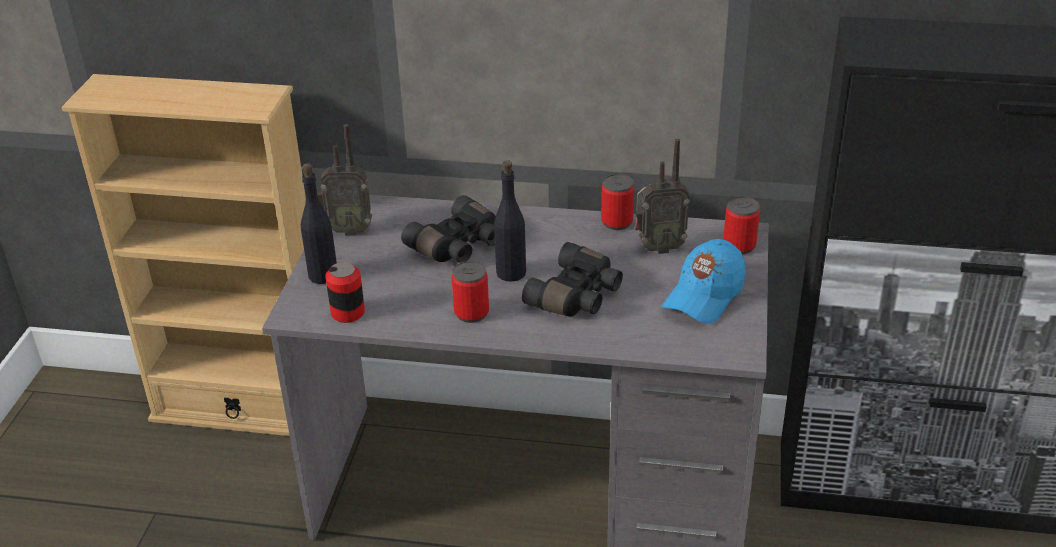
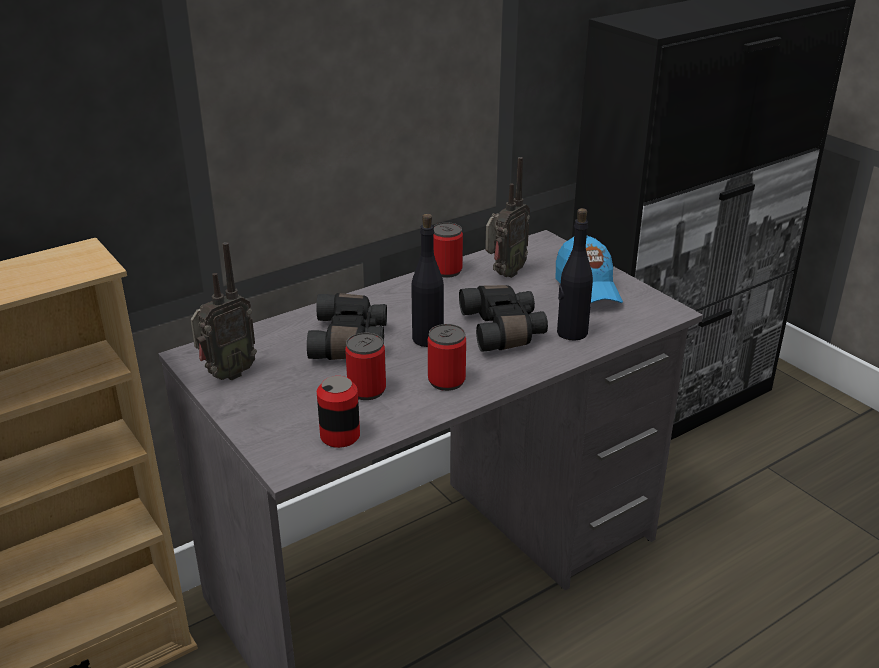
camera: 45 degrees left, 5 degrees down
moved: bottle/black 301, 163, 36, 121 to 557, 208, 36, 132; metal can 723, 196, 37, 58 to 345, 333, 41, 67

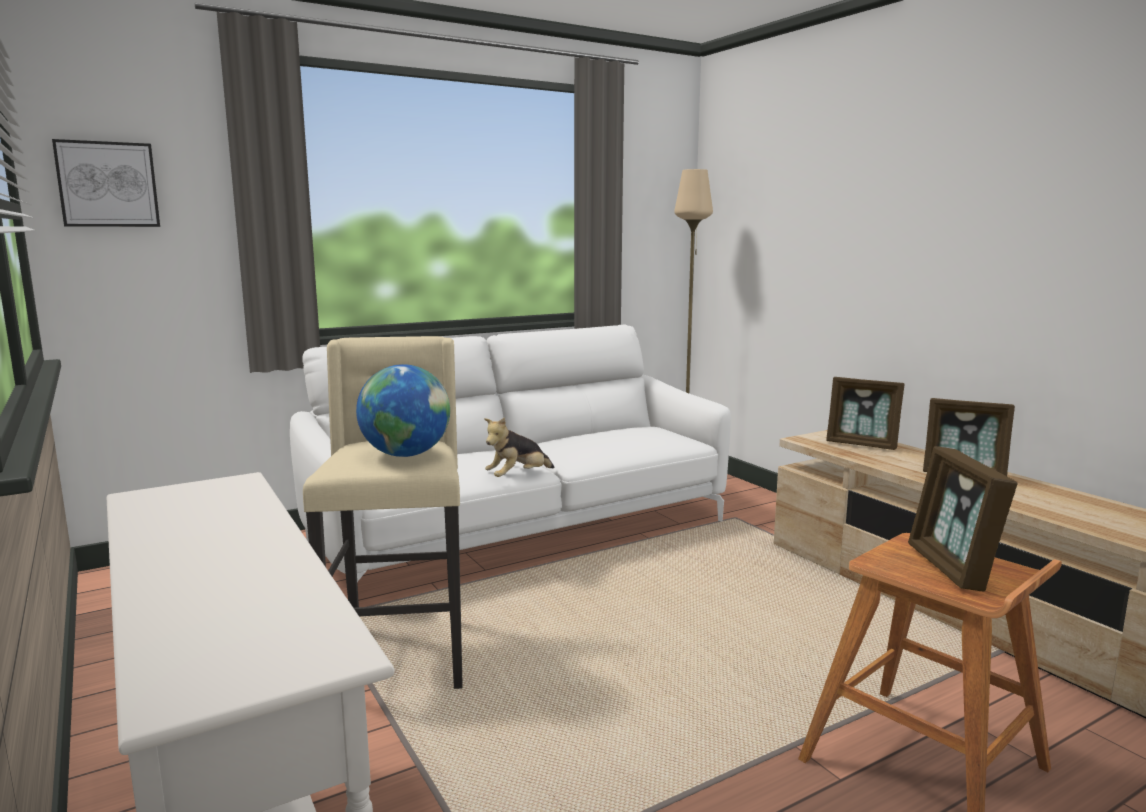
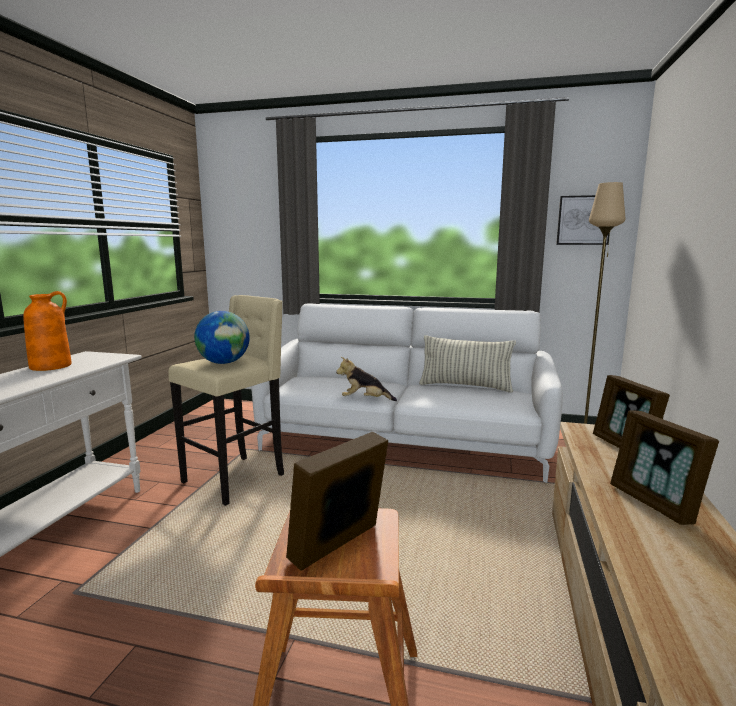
camera: 45 degrees right, 0 degrees up
added: decorative vase/orangey 23, 291, 49, 80; cushion 419, 335, 97, 57
moved: picture 52, 139, 108, 88 to 556, 195, 54, 50

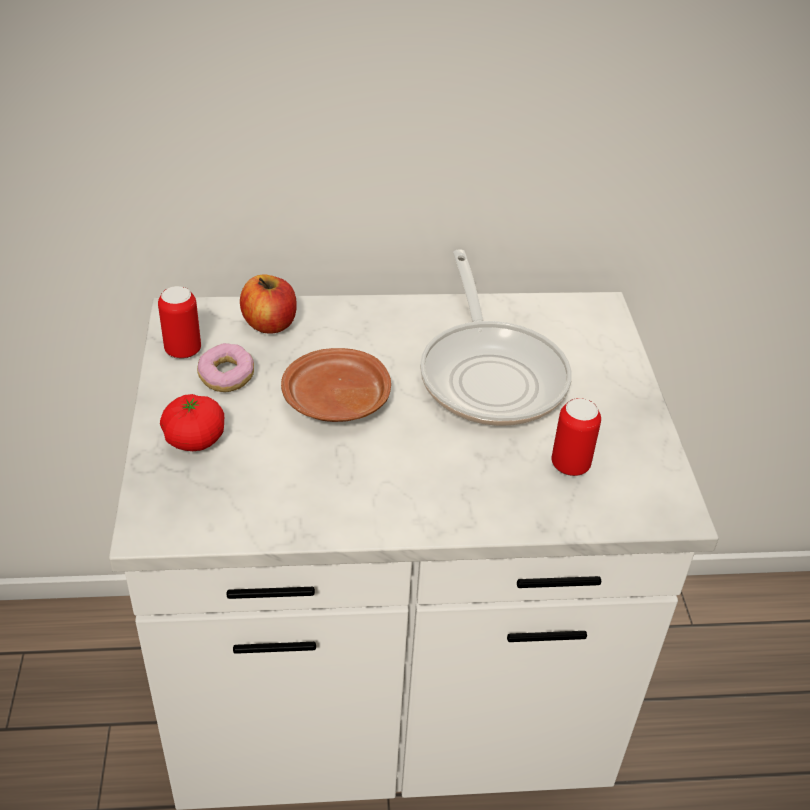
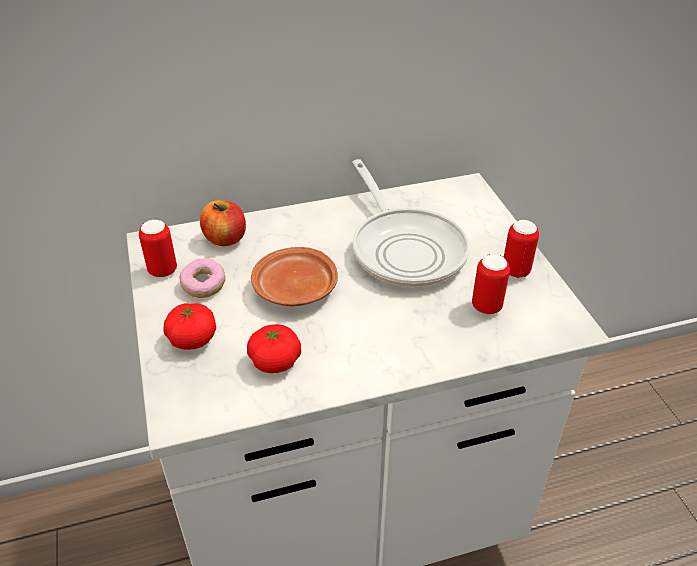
camera: 10 degrees left, 0 degrees up
added: metal can 504, 220, 35, 58; whole tomato 247, 324, 54, 49

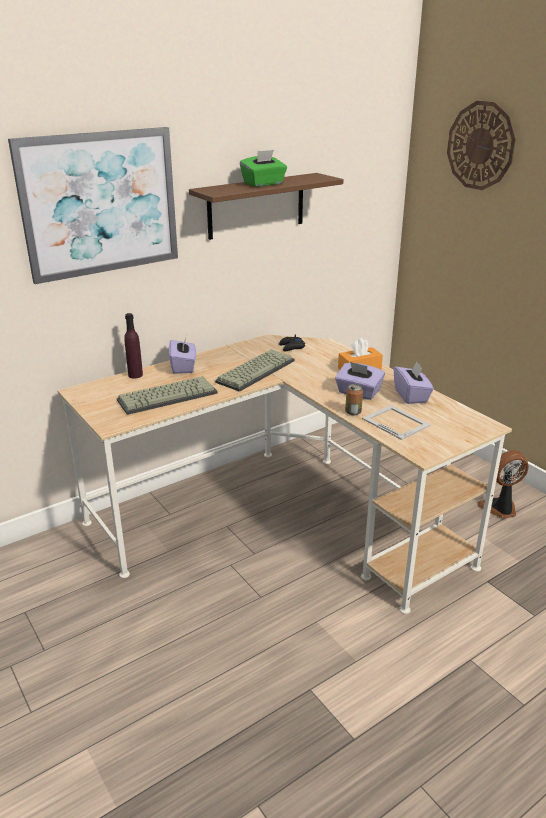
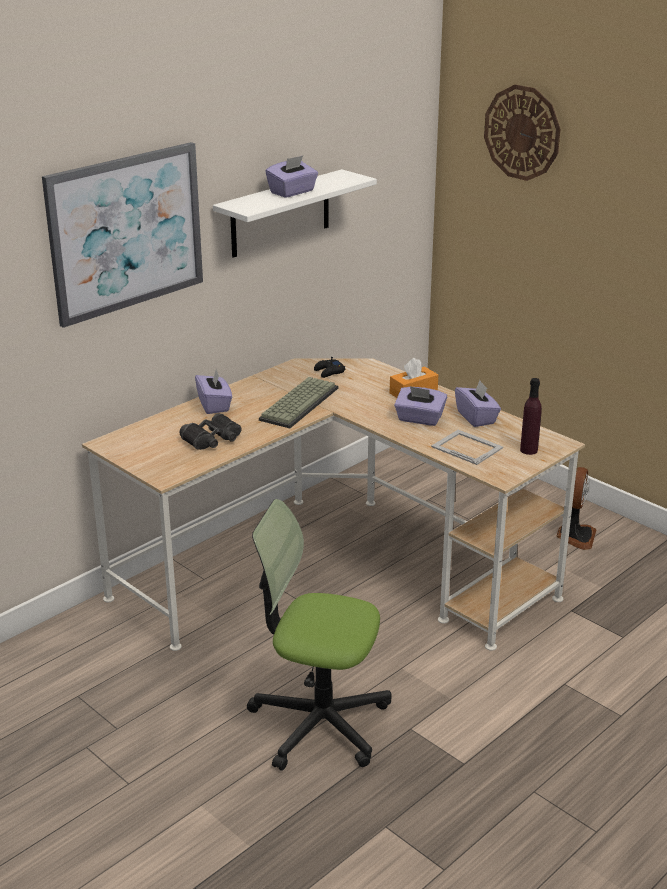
camera: 10 degrees left, 0 degrees up
removed: metal can 345, 384, 18, 31
added: desk chair 247, 499, 145, 272
moved: bottle/purple-coloured 124, 313, 19, 65 to 520, 378, 22, 77
replaced: PC keyboard 117, 376, 101, 39 to pair of binoculars/black 179, 414, 63, 36
recoloured: tissue holder/green-coloured 240, 150, 47, 37 to tissue holder/purple-coloured 265, 156, 53, 42; shelf/brown 189, 173, 154, 67 to shelf/whitish 213, 169, 164, 89
turned: fan 477, 451, 52, 68 = 556, 467, 40, 83 135 degrees clockwise

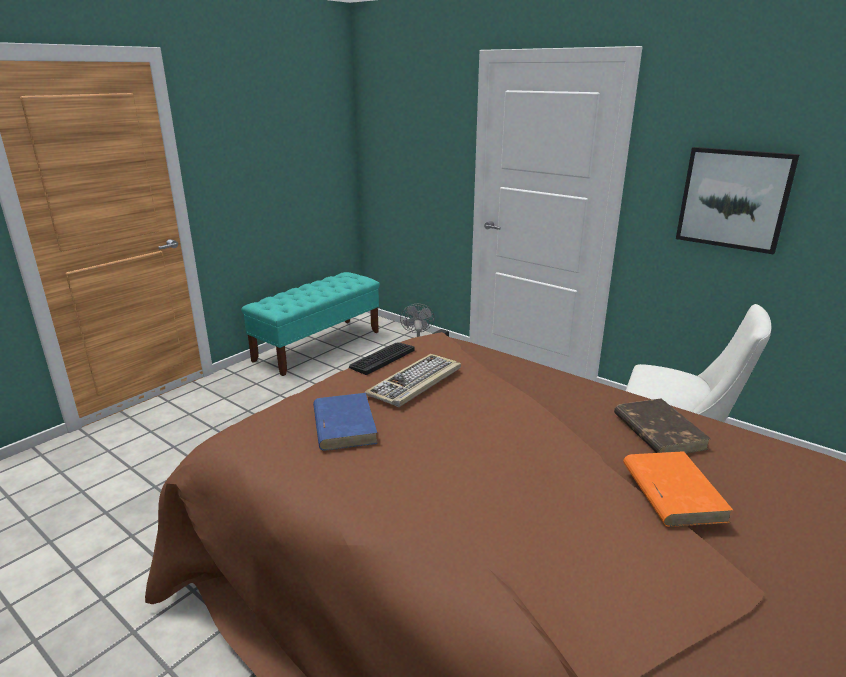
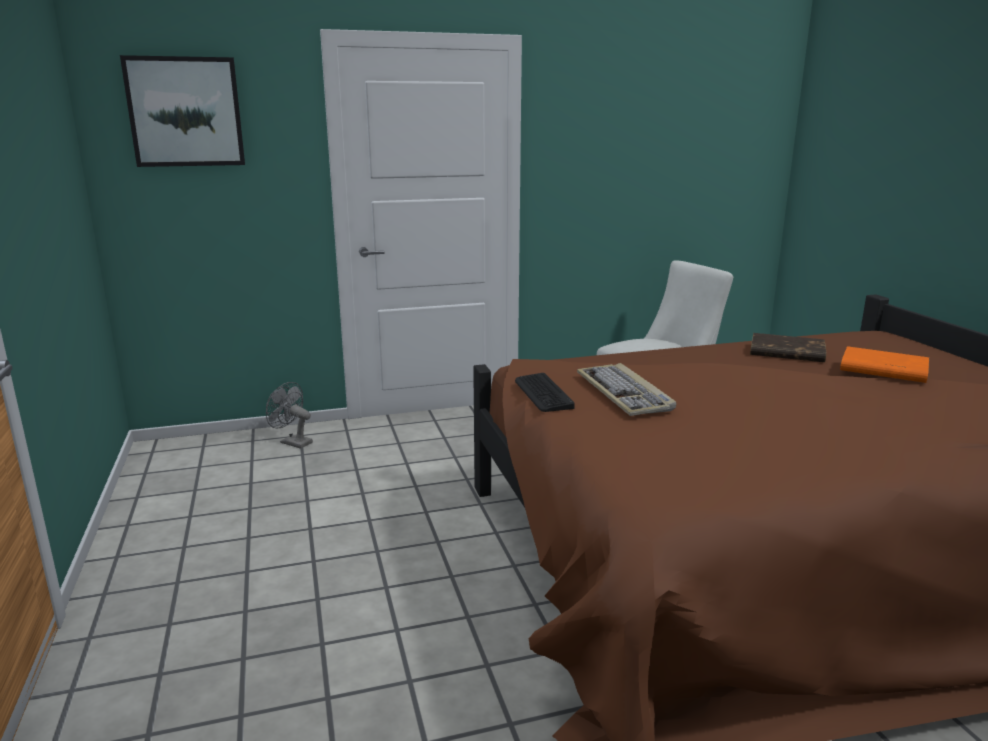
camera: 55 degrees left, 5 degrees down
removed: long seat/turquoise 241, 272, 139, 104; book/blue 313, 393, 65, 58
moved: picture 676, 147, 124, 107 to 120, 55, 125, 112

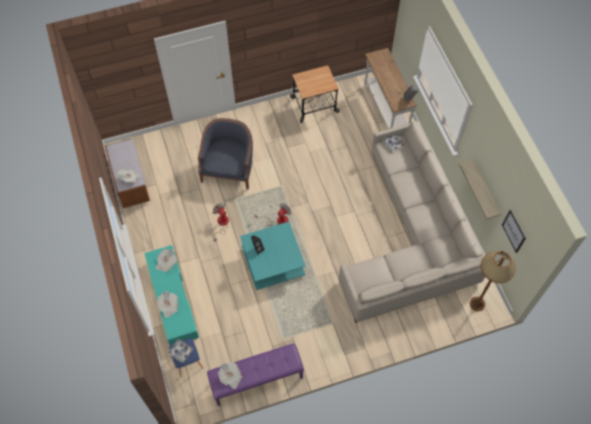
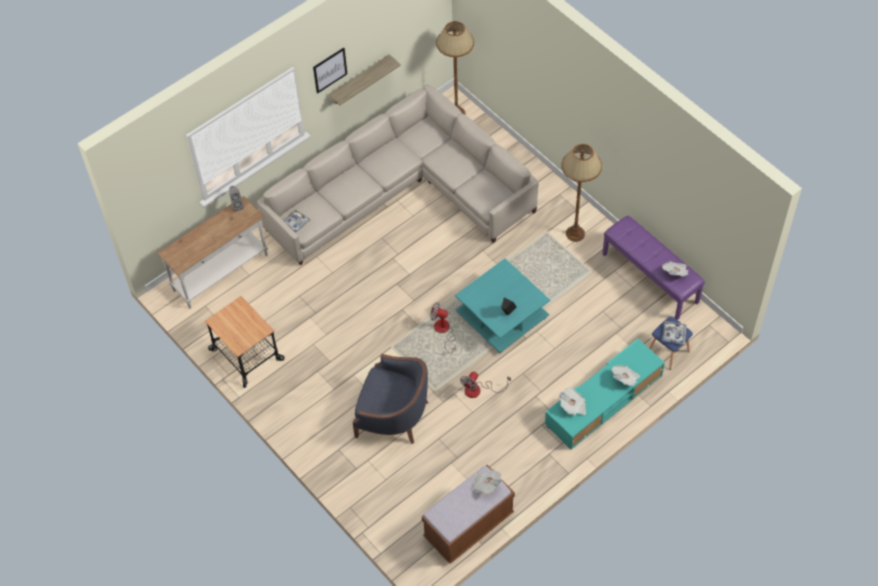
camera: 110 degrees left, 5 degrees down
added: standing lamp/brown 562, 144, 40, 98
moved: picture 502, 210, 24, 43 to 313, 48, 34, 46
turned: armchair/blue 198, 118, 55, 72 = 353, 354, 75, 90 150 degrees counterclockwise

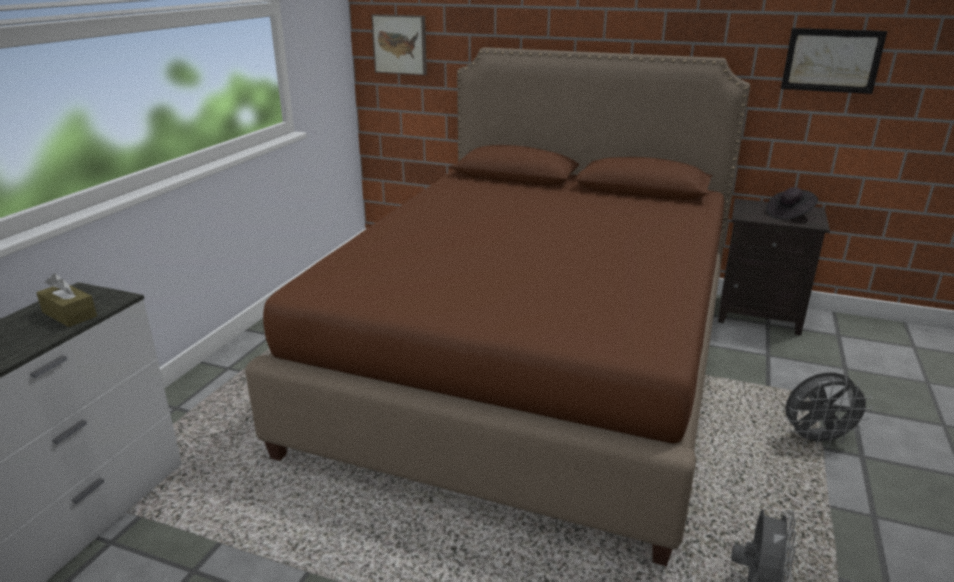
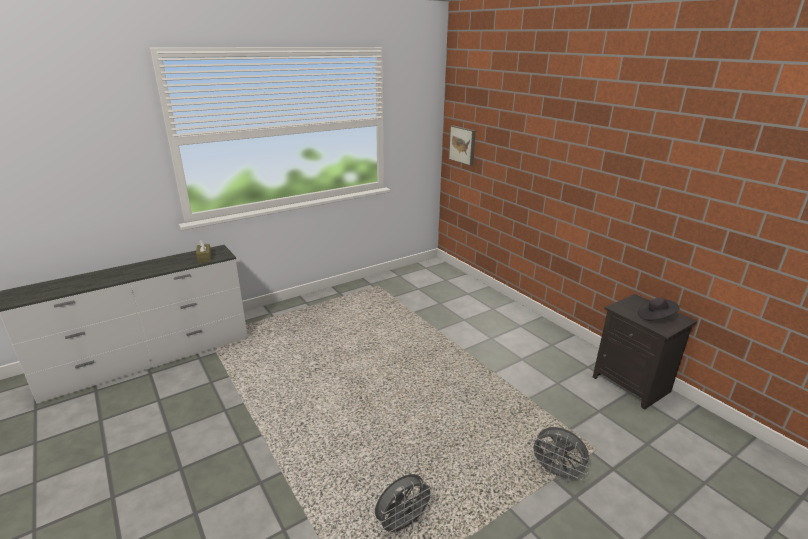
camera: 35 degrees right, 0 degrees up
removed: picture 781, 28, 106, 66; bedroom bed/brown 245, 47, 505, 519

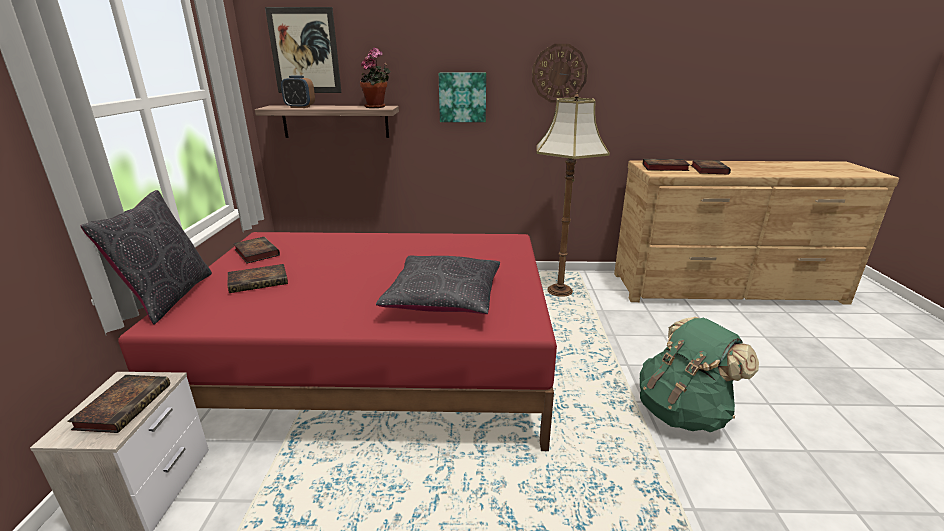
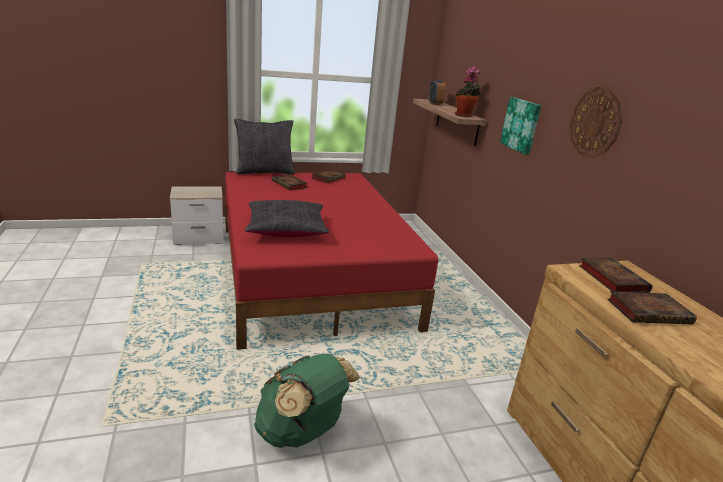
camera: 70 degrees right, 0 degrees up
removed: picture 265, 7, 77, 86; standing lamp 536, 92, 74, 205; book 68, 375, 102, 58

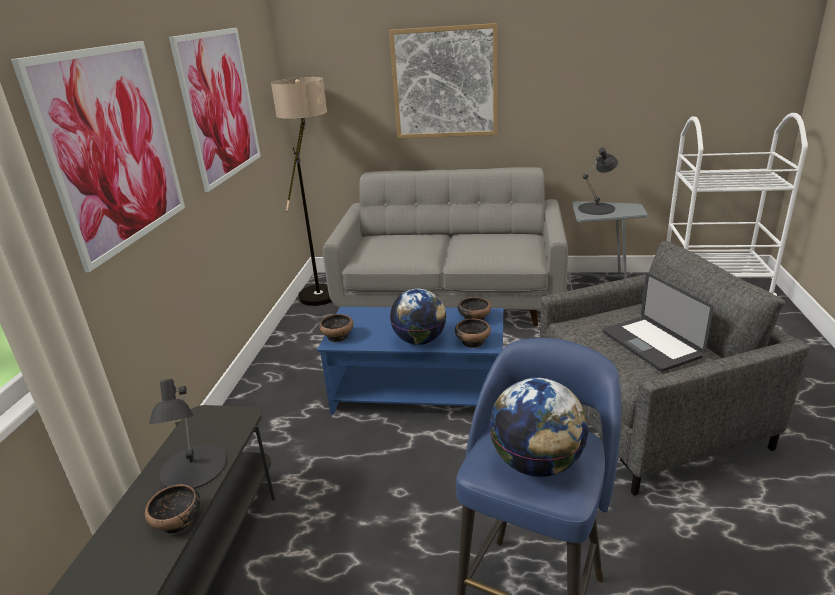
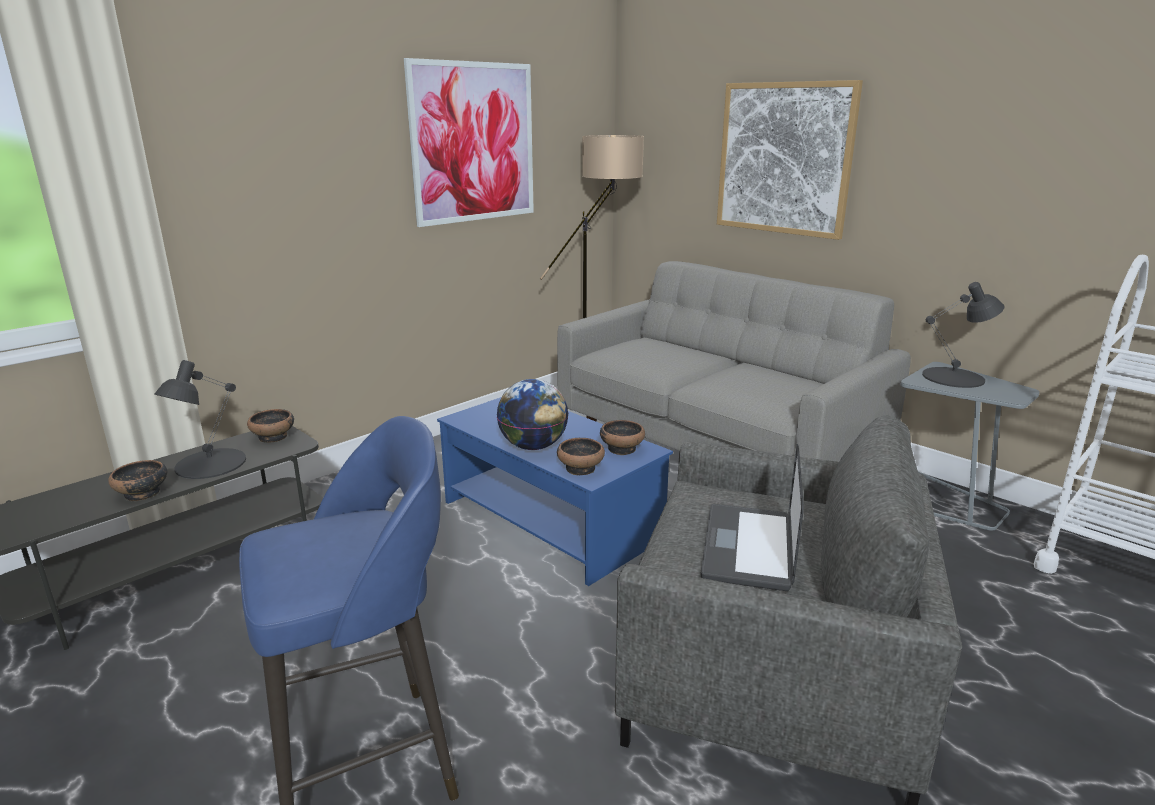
camera: 35 degrees right, 5 degrees down
removed: picture 11, 41, 174, 231; globe 489, 378, 100, 99
moved: deep dish 319, 314, 35, 28 to 247, 409, 47, 34

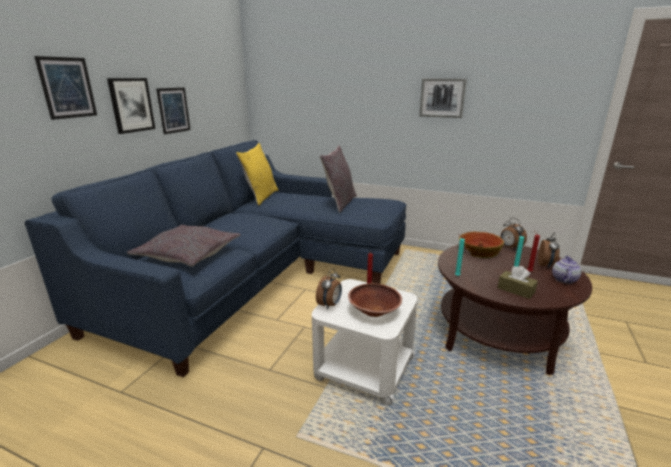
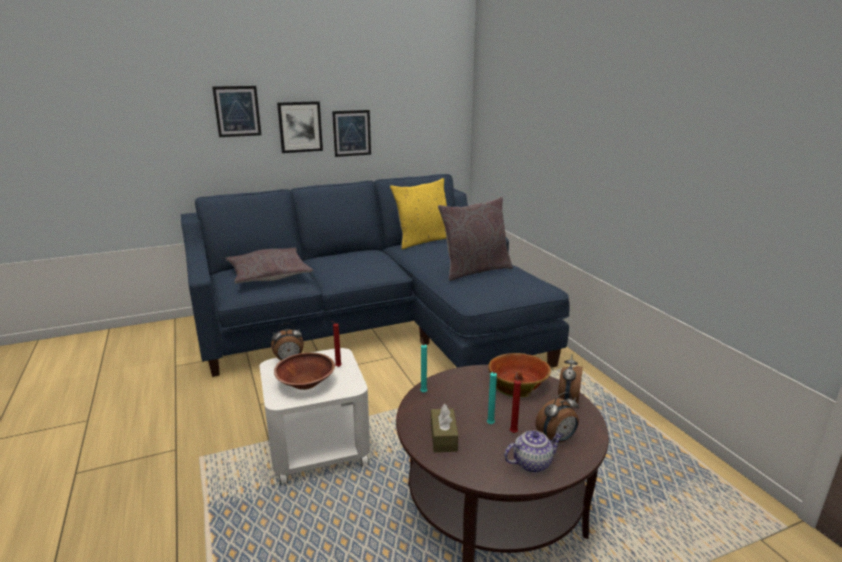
camera: 45 degrees right, 0 degrees up
removed: picture 419, 78, 48, 40

